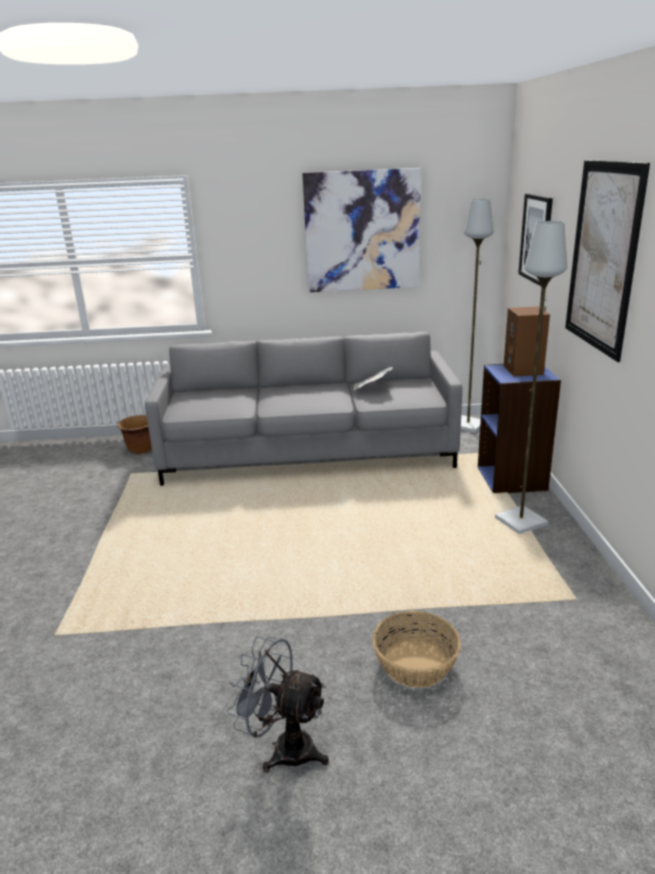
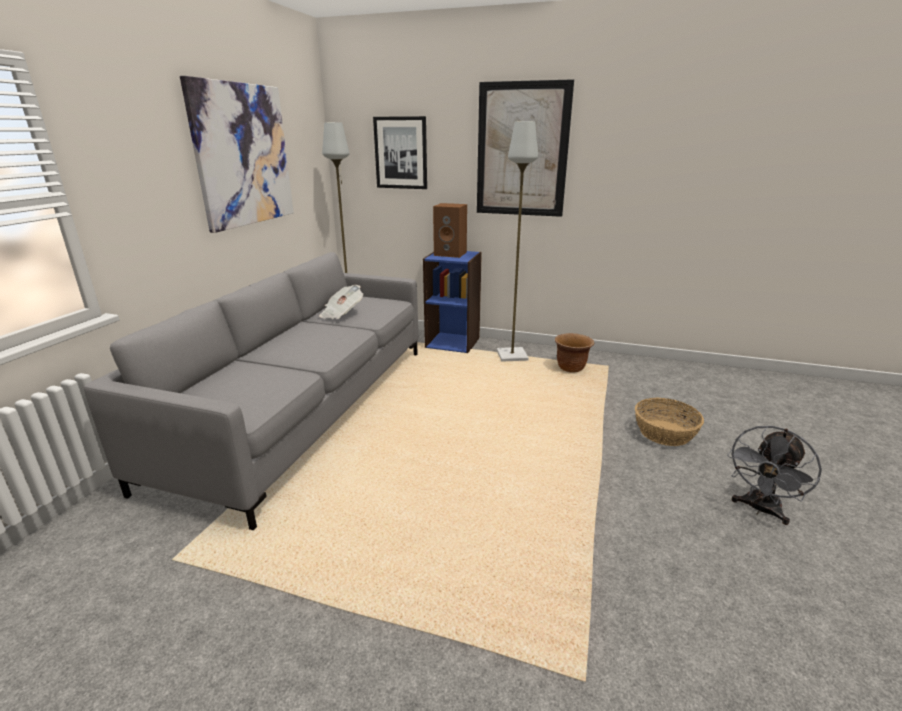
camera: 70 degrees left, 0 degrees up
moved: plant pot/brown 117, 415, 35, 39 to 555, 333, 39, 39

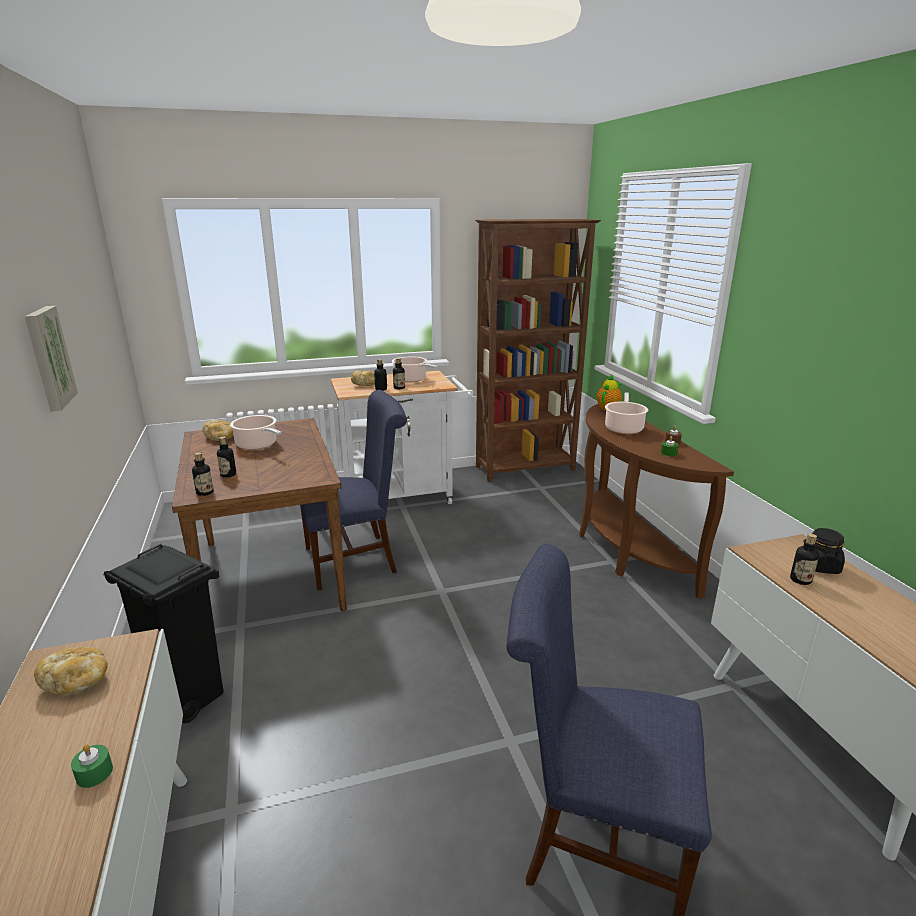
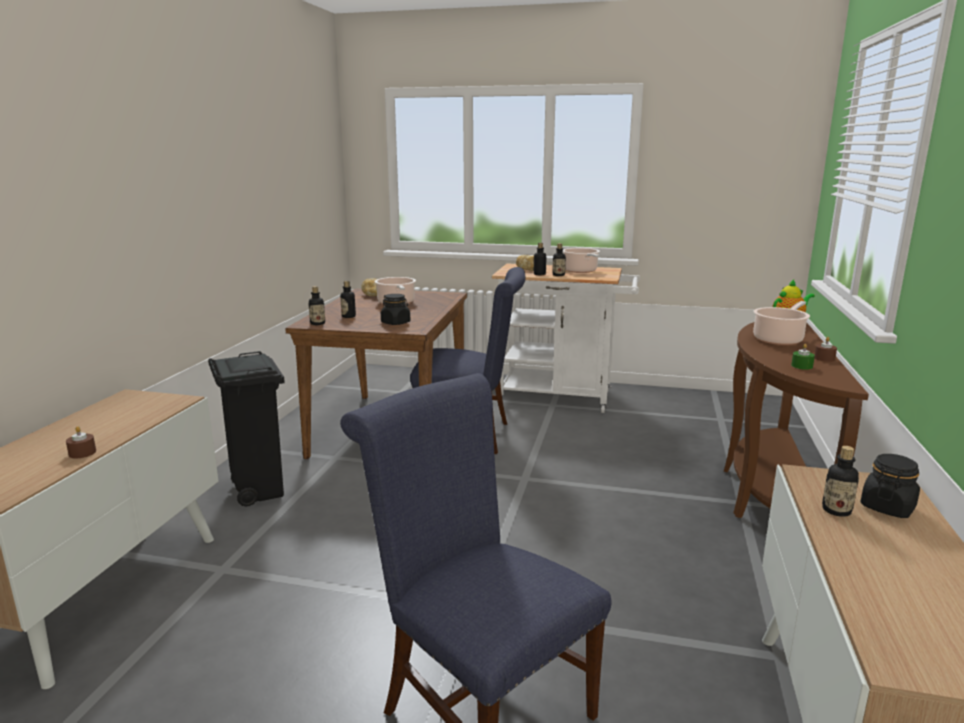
camera: 30 degrees right, 5 degrees down
removed: shelving unit/brown 475, 219, 126, 263; picture 25, 306, 53, 105; bread 34, 647, 74, 48
added: preserve jar/black 381, 294, 29, 31
recoloured: candle/green-coloured 71, 744, 42, 44 to candle/brown 66, 426, 30, 33

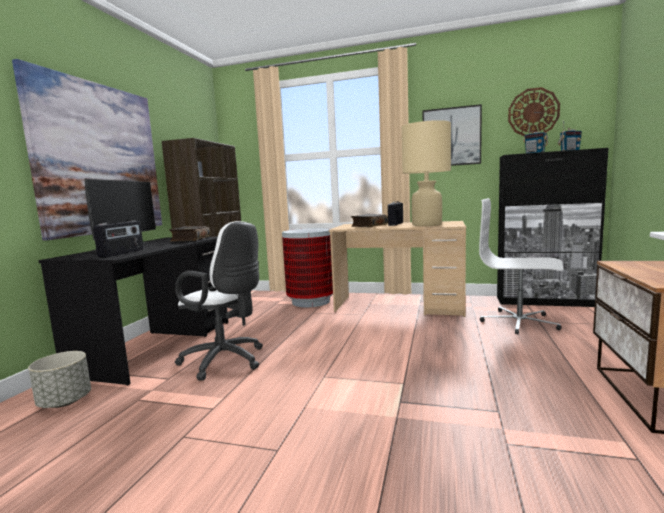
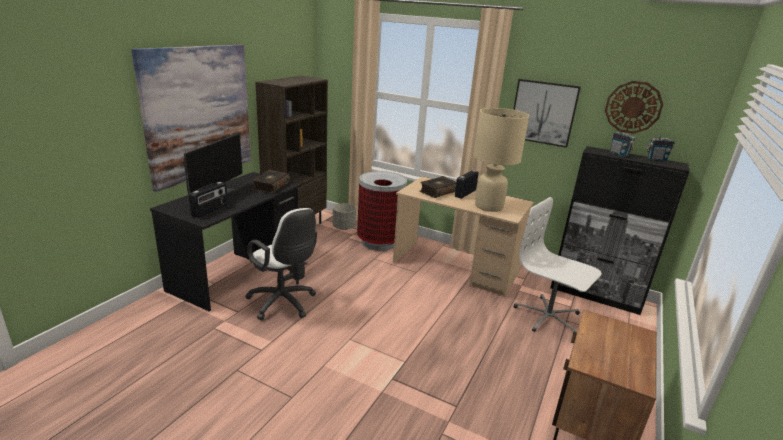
camera: 10 degrees right, 15 degrees up
moved: plant pot/gray 28, 351, 63, 57 to 333, 203, 23, 27

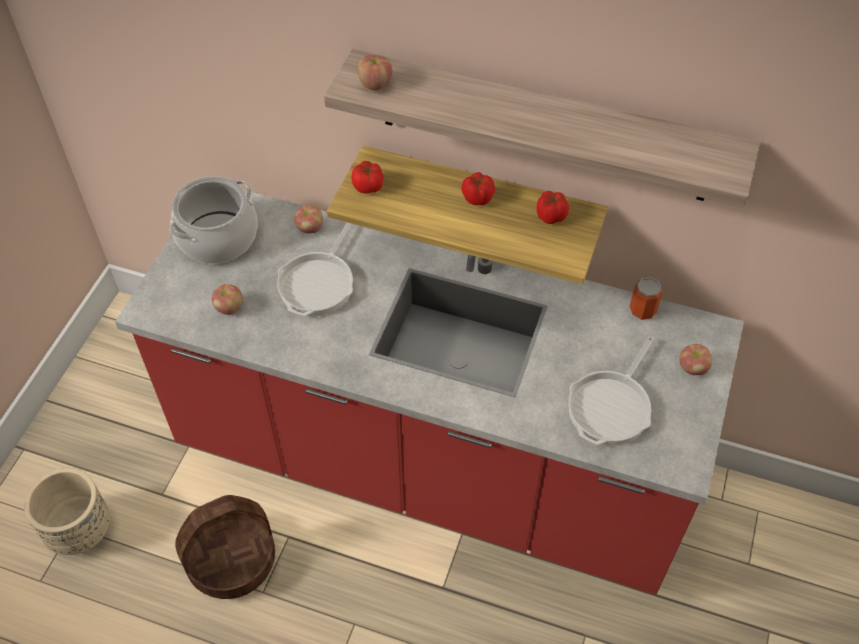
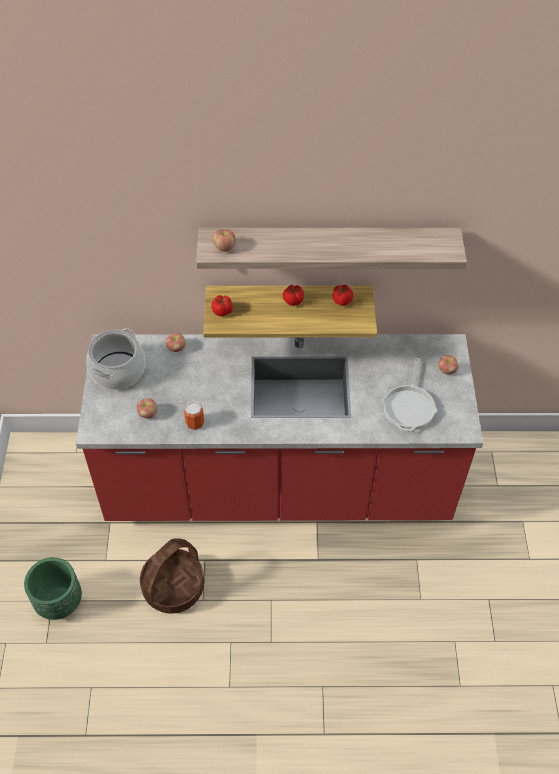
camera: 20 degrees left, 0 degrees up
removed: frying pan 277, 222, 76, 94
moved: metal can 630, 277, 33, 43 to 184, 401, 20, 29
recoloured: plant pot/beige 24, 468, 86, 87 to plant pot/green-coloured 24, 557, 58, 63

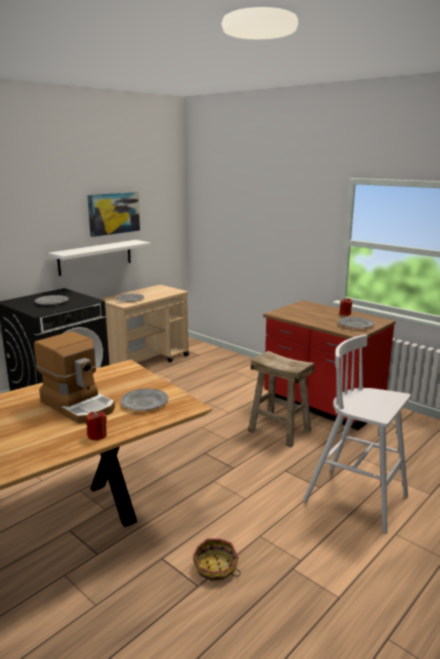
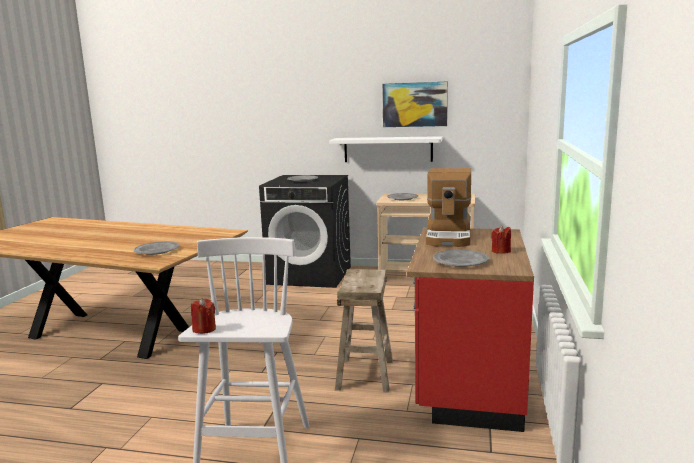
camera: 60 degrees right, 5 degrees down
removed: basket 193, 538, 48, 43
moved: coffee brewer 34, 331, 81, 93 to 426, 168, 45, 79; candle/red-coloured 86, 411, 21, 30 to 191, 298, 25, 36

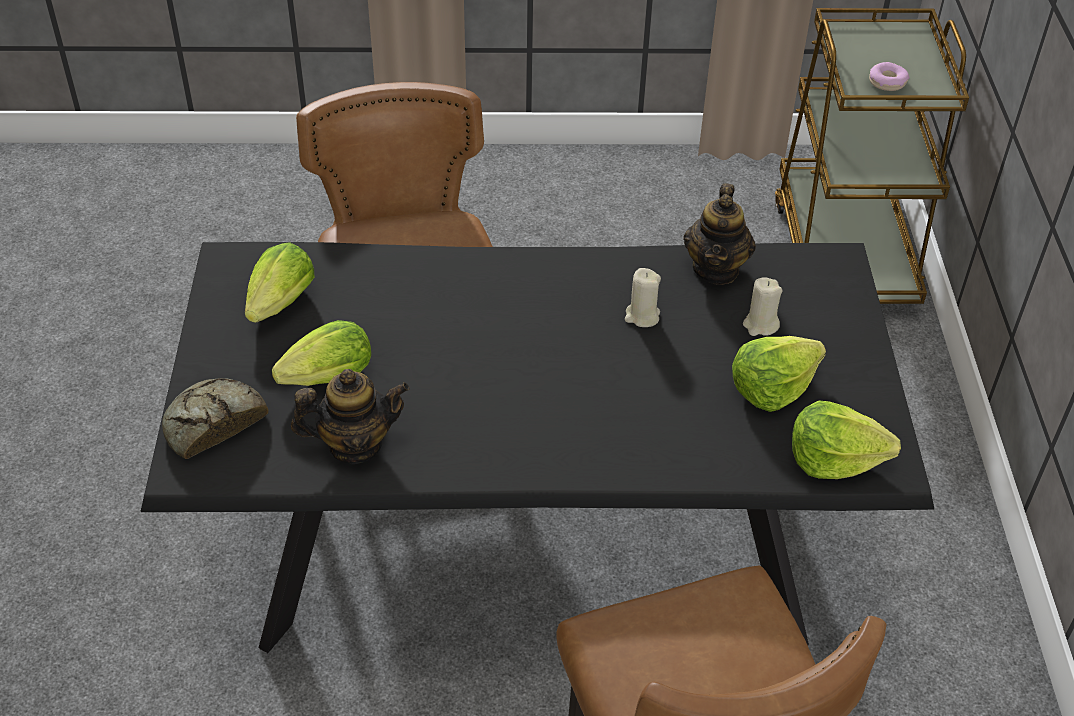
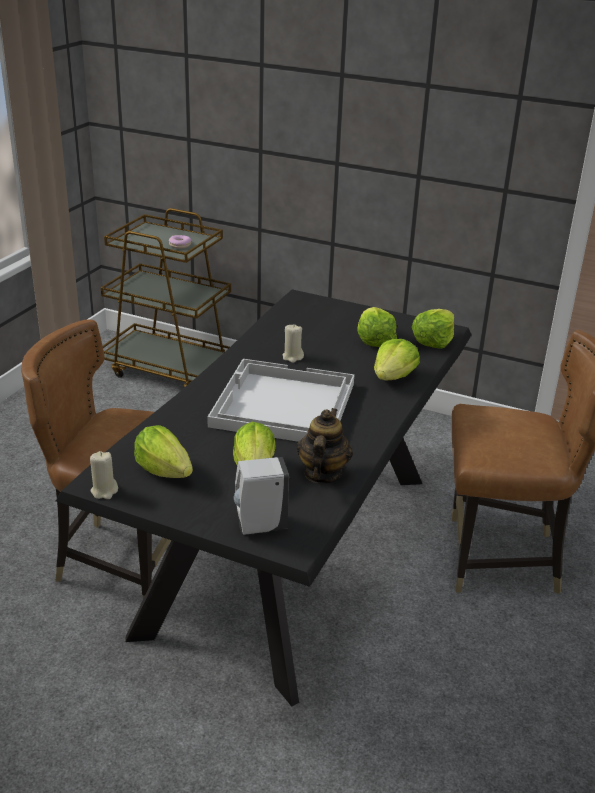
camera: 65 degrees left, 15 degrees down
removed: pot for tea 683, 183, 73, 102
added: lettuce head 374, 339, 46, 41; tray/whitish 207, 359, 147, 83
moved: candle/beige 743, 277, 39, 59 to 90, 451, 28, 48
replaced: bread 162, 378, 106, 81 to liquid soap bottle/whitish 234, 457, 55, 78

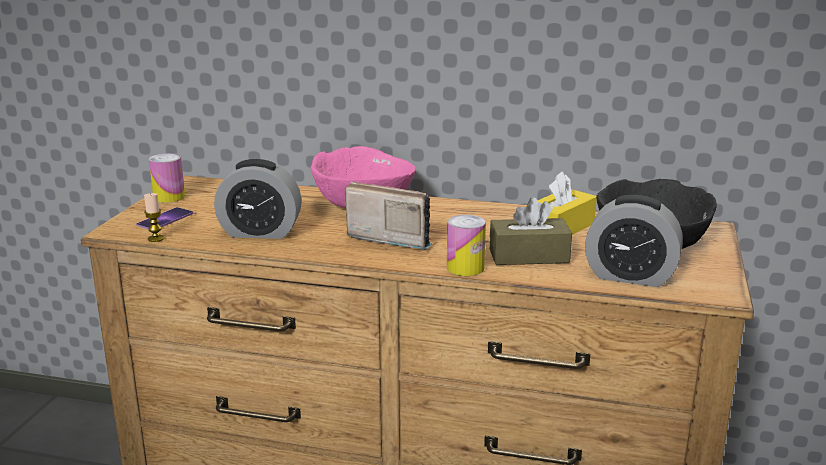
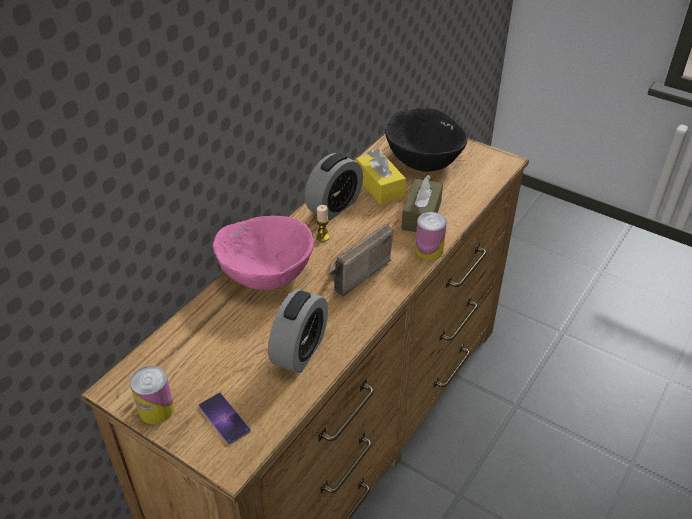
camera: 70 degrees left, 20 degrees up
moved: candle 144, 193, 20, 49 to 316, 205, 13, 37; bedside clock 585, 195, 98, 92 to 305, 153, 58, 67

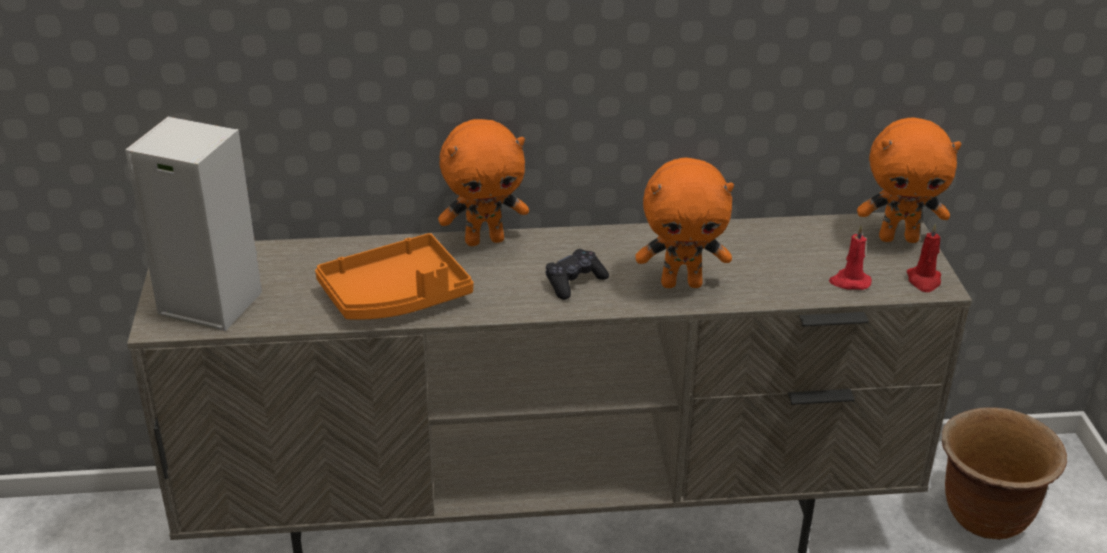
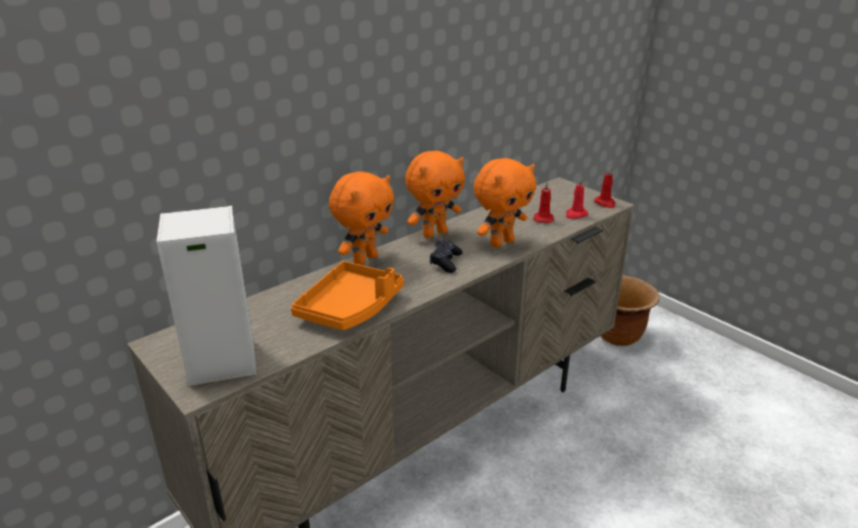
camera: 35 degrees left, 5 degrees down
added: candle/red-coloured 533, 183, 21, 40
moved: cuddly toy/orangey 857, 118, 105, 125 to 405, 151, 60, 87

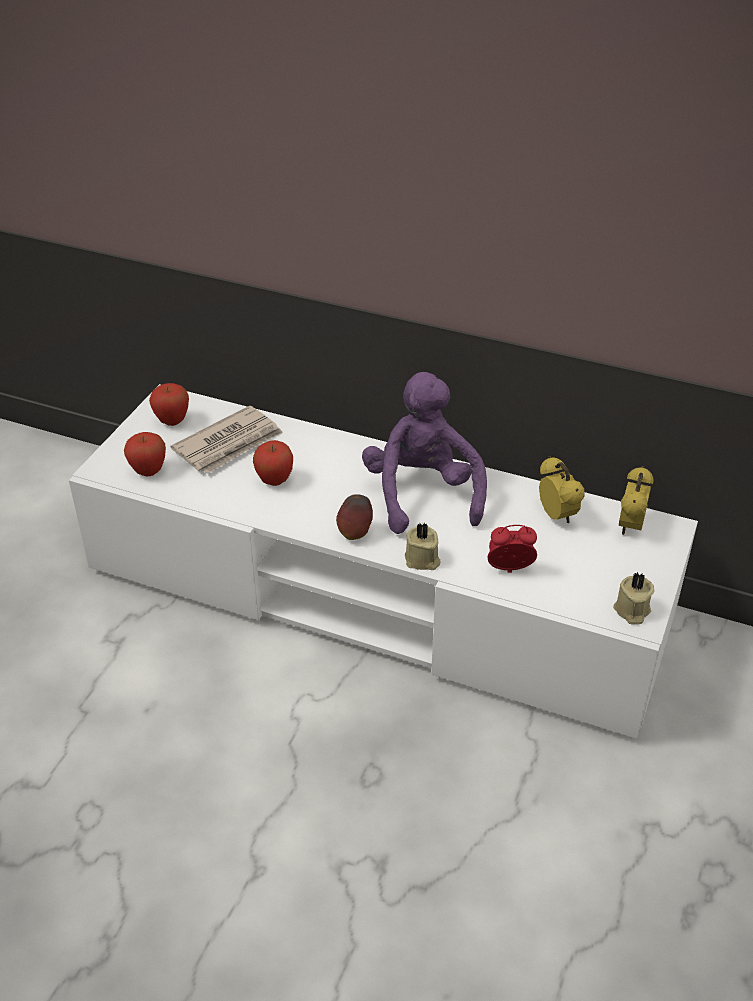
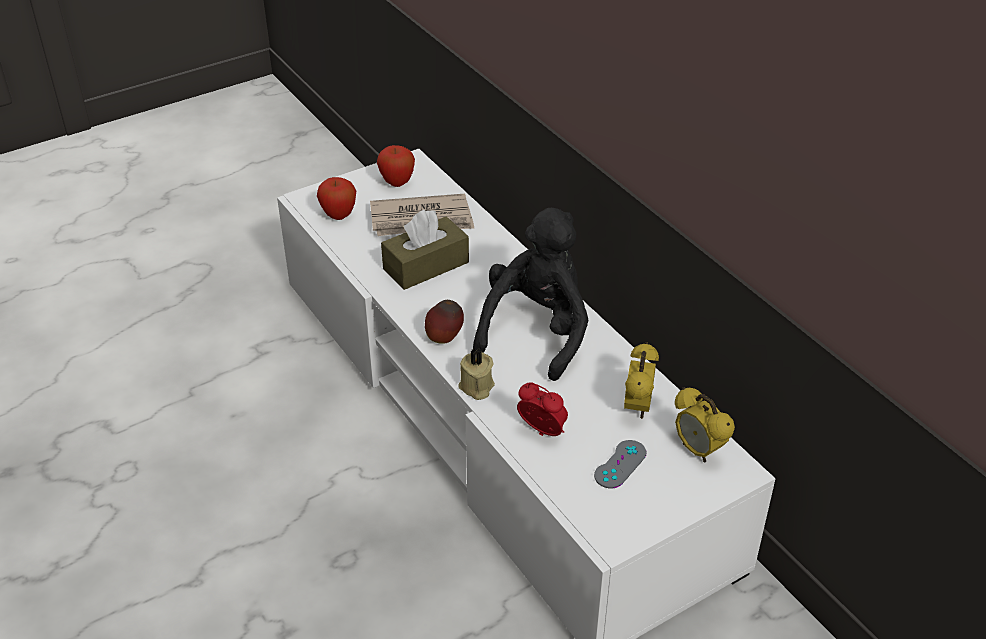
camera: 35 degrees right, 0 degrees up
removed: candle/beige 613, 572, 41, 53
added: joypad/gray 594, 440, 53, 48
replaced: apple 253, 440, 40, 46 to tissue holder/brown 381, 210, 88, 80
recoloured: cuddly toy/purple-coloured 362, 372, 125, 162 to cuddly toy/black 473, 208, 116, 173
turned: bedside clock 619, 466, 35, 69 = 675, 387, 60, 75 90 degrees counterclockwise

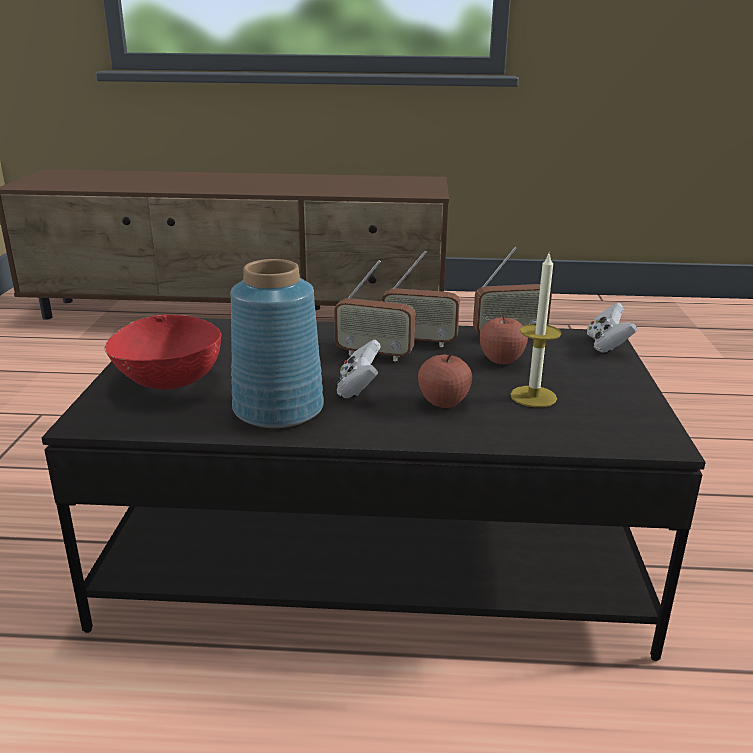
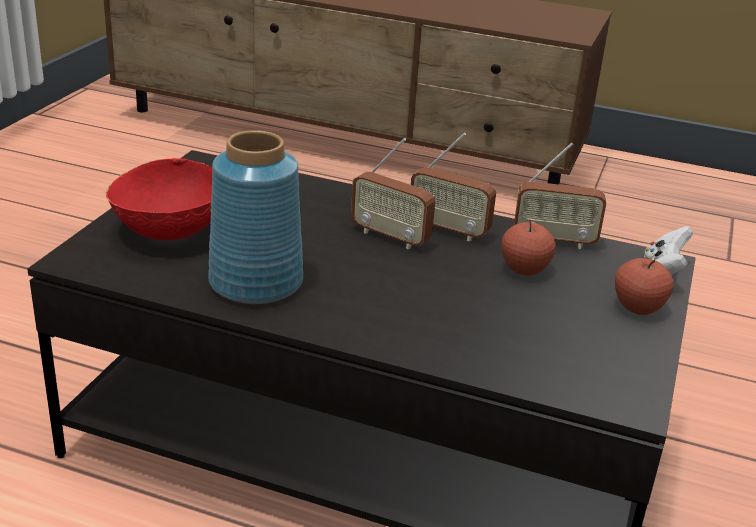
camera: 15 degrees right, 5 degrees up
removed: candle 510, 251, 51, 156; joypad/whitish 335, 340, 46, 58
moved: apple 418, 354, 54, 54 to 615, 258, 59, 57

